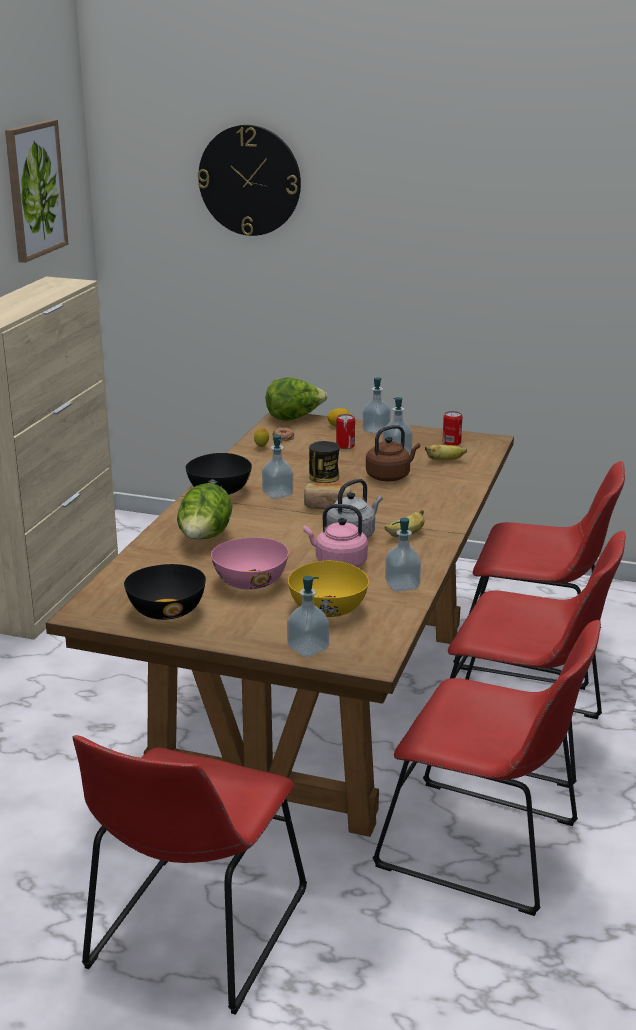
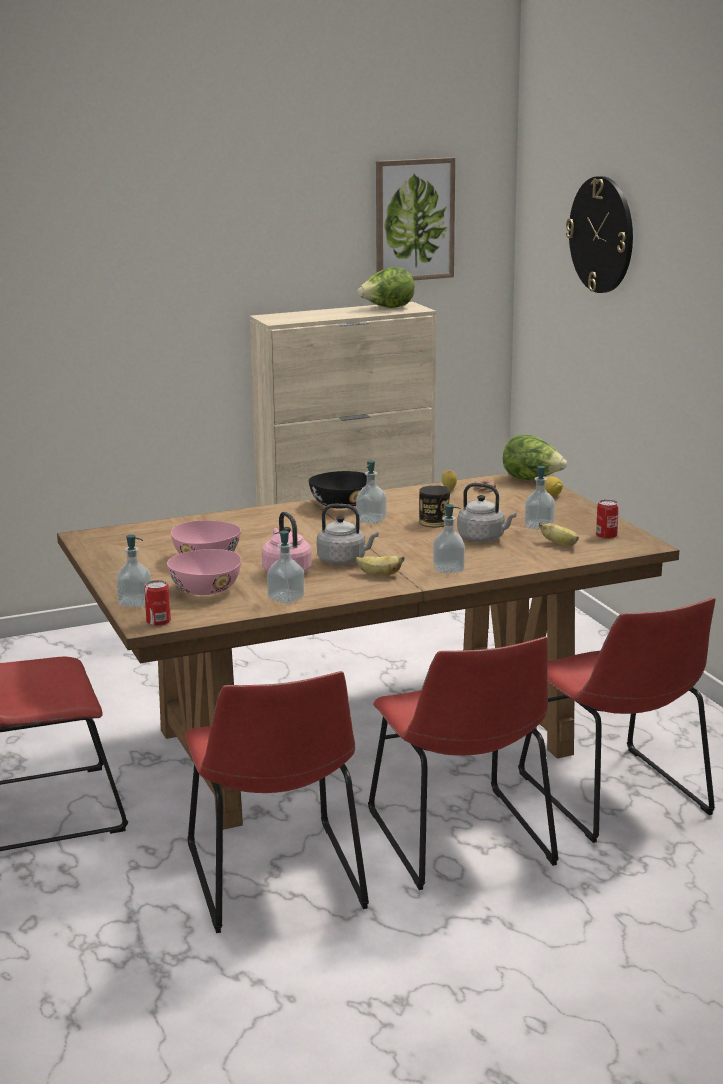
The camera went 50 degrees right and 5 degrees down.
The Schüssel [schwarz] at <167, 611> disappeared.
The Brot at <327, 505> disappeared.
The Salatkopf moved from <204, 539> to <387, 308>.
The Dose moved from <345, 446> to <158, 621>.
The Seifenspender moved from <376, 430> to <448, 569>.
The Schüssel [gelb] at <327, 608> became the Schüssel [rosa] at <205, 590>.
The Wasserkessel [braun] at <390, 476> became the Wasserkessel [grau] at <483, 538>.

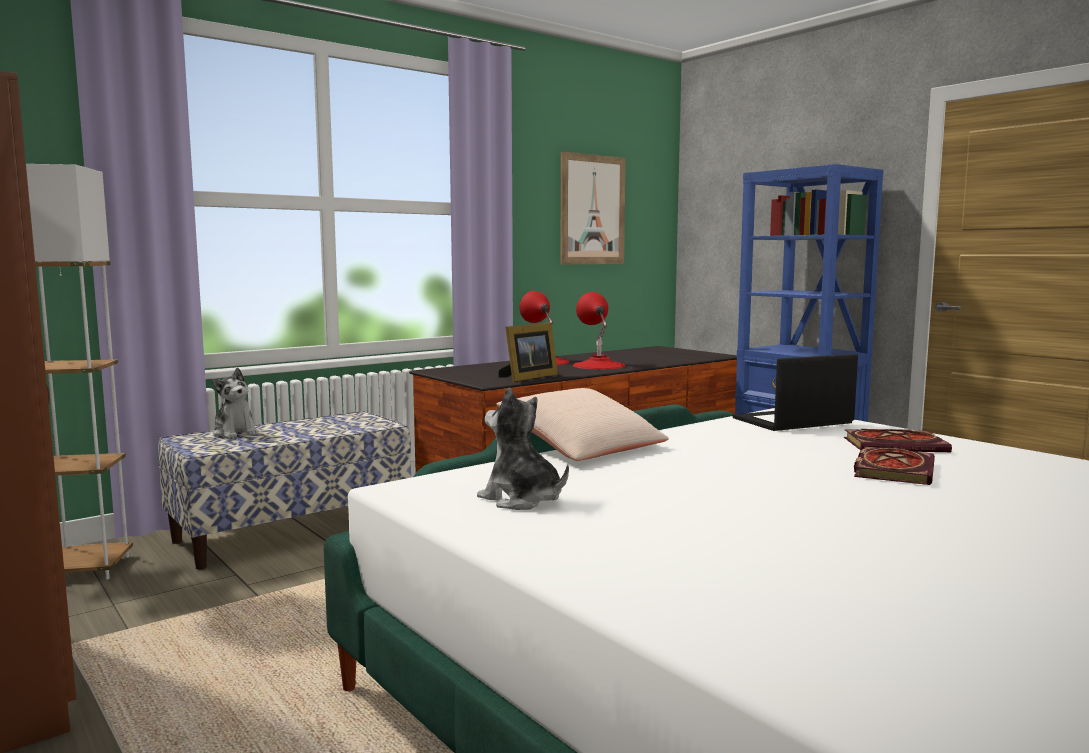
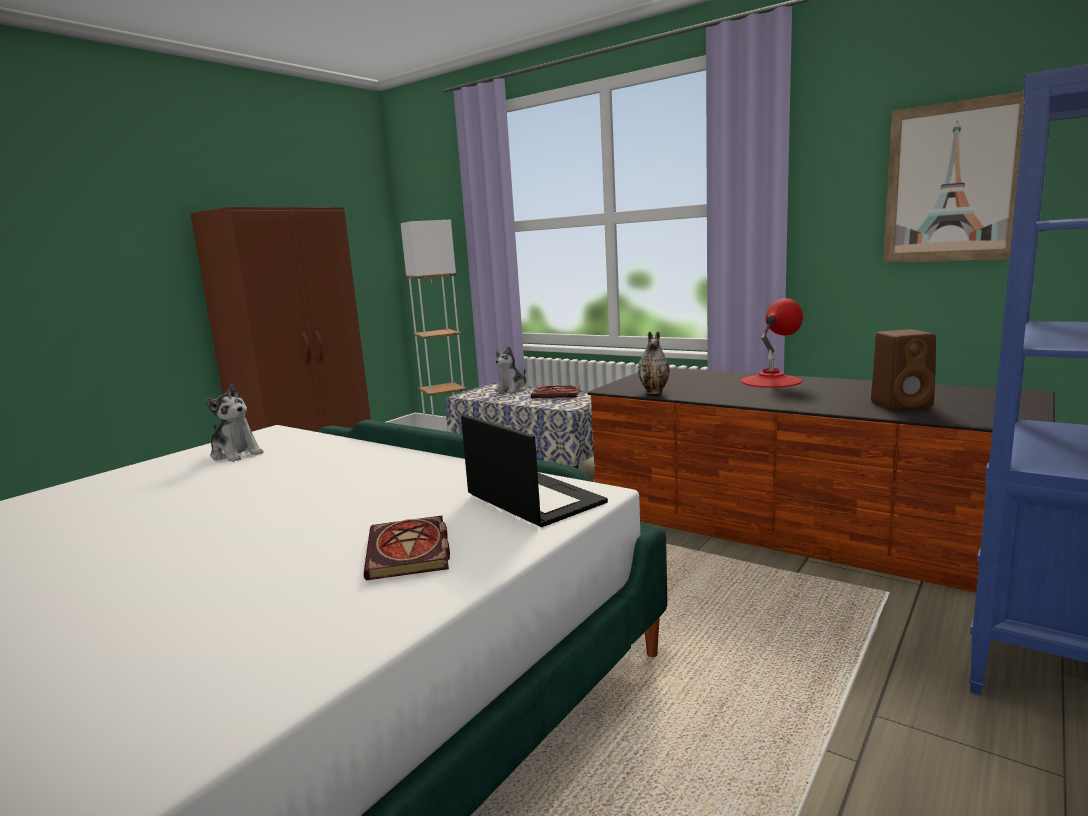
The camera went 75 degrees right and 5 degrees up.
The Kissen [beige] at <581, 447> disappeared.
The Tischlampe [rot] at <598, 365> disappeared.
The Lautsprecher [braun] at <902, 404> appeared.
The Buch moved from <892, 469> to <557, 394>.
The Bilderrahmen at <528, 377> was replaced by the Vase at <655, 392>.
The Plüschtier at <521, 500> turned 105 degrees clockwise.

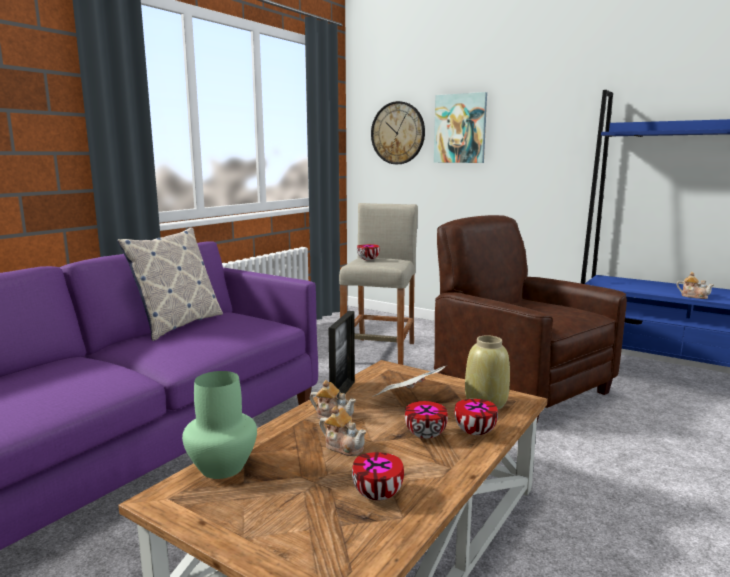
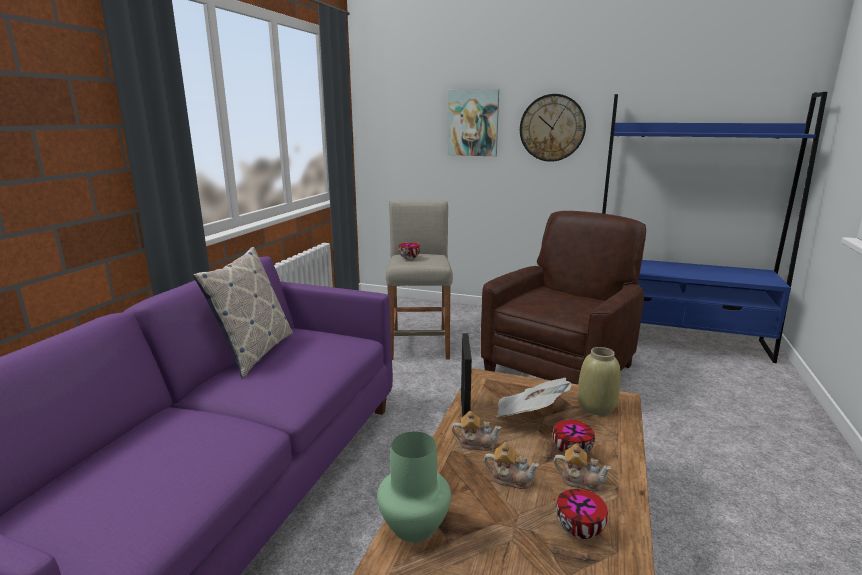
The camera went 15 degrees left and 5 degrees up.
The Schüssel at <474, 432> disappeared.
The Wanduhr moved from <398, 133> to <552, 128>.
The Teekanne moved from <693, 296> to <580, 480>.
The Sessel [braun] at <519, 388> turned 90 degrees clockwise.

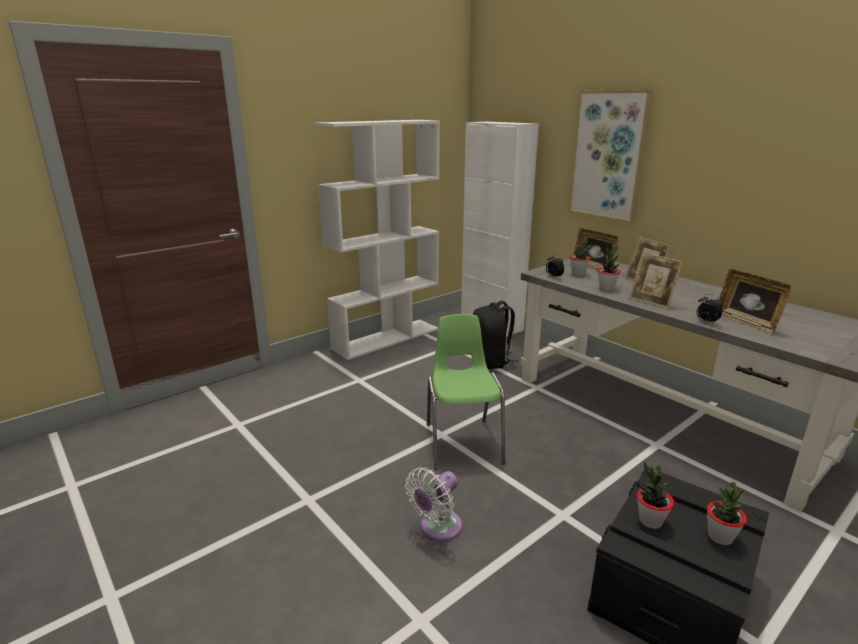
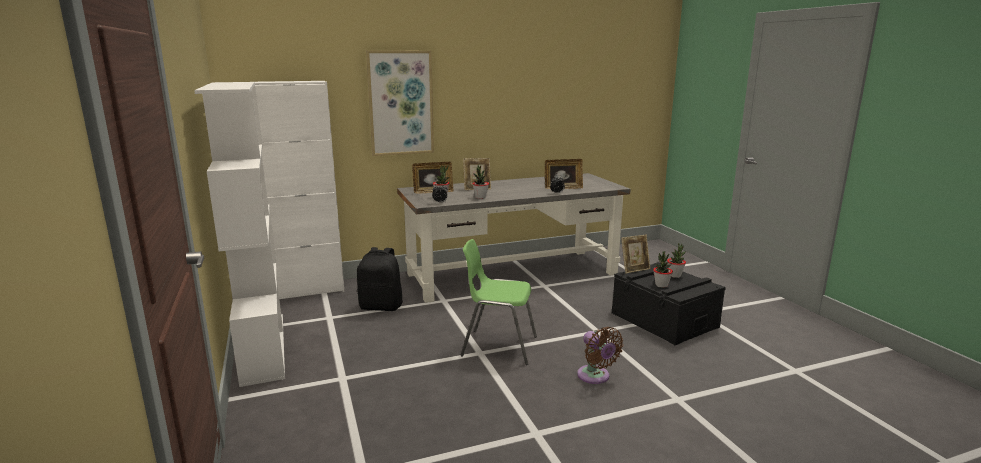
The camera went 70 degrees left and 5 degrees down.
The Bilderrahmen moved from <651, 301> to <634, 269>.
The Ventilator [weiß] at <437, 528> became the Ventilator [braun] at <595, 377>.

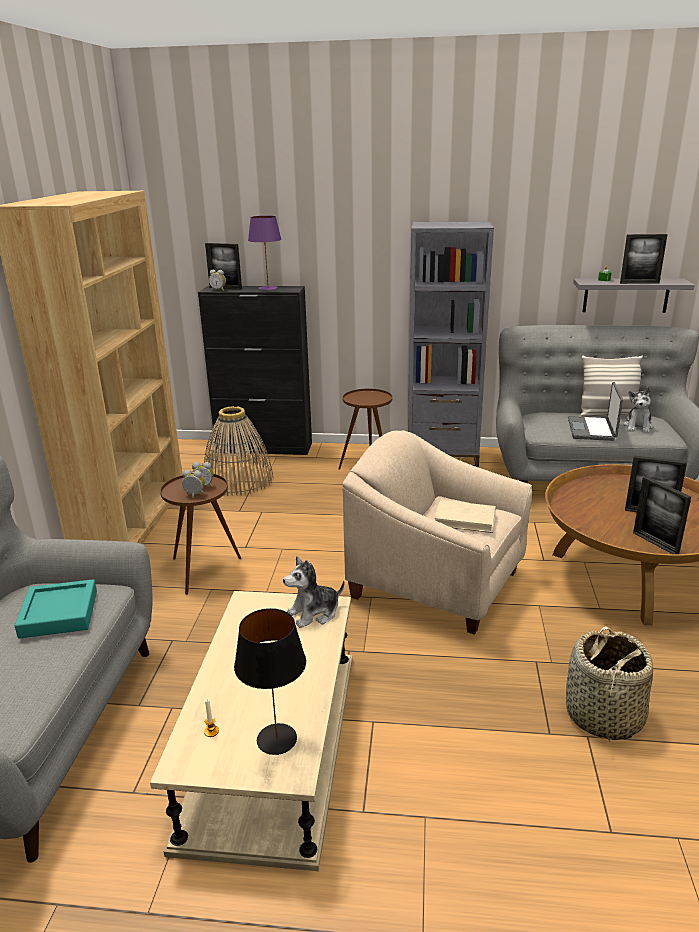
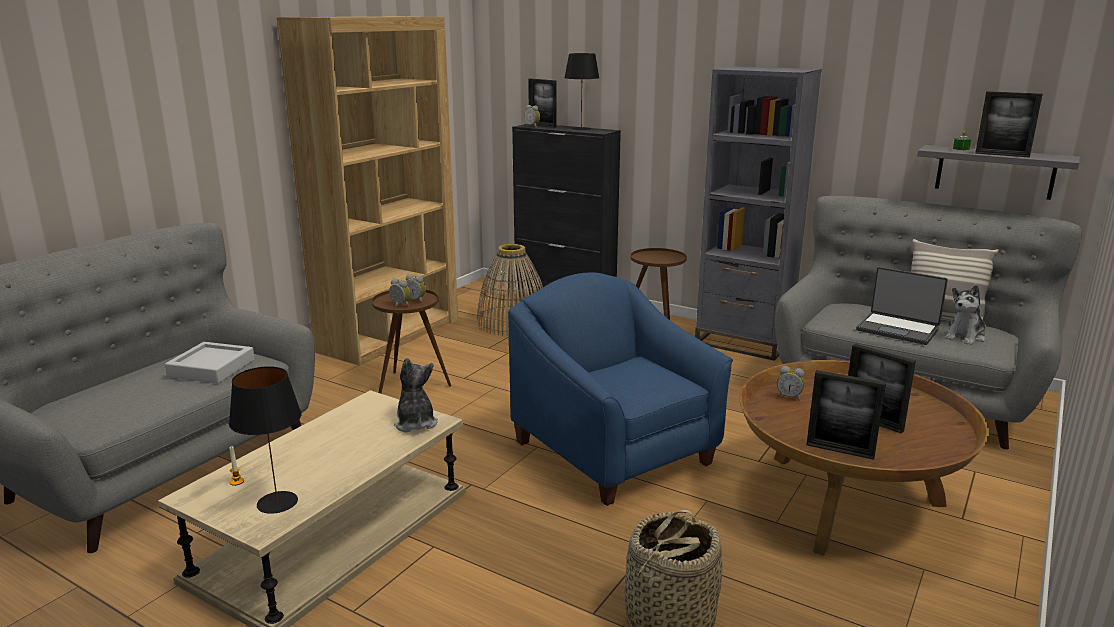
The camera went 25 degrees right and 5 degrees down.
The Buch [beige] at <465, 519> disappeared.
The Wecker at <789, 397> appeared.
The Tablett [türkis] at <59, 614> became the Tablett [grau] at <212, 368>.
The Tischlampe [lila] at <268, 288> became the Tischlampe [schwarz] at <581, 129>.
The Sessel [beige] at <436, 584> became the Sessel [blau] at <615, 452>.
The Plüschtier at <314, 613> turned 75 degrees clockwise.
The Laptop at <592, 430> turned 90 degrees counterclockwise.
The Bilderrahmen at <655, 543> turned 60 degrees counterclockwise.

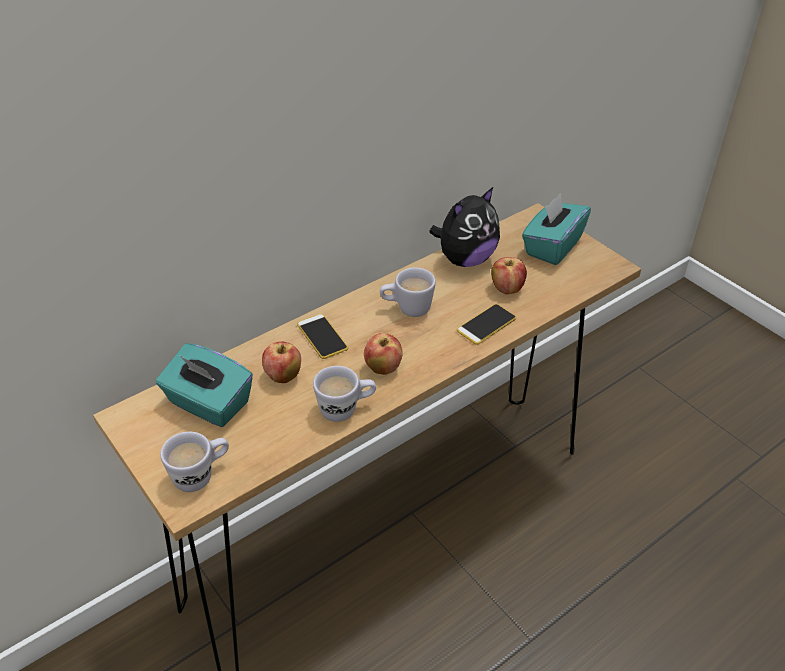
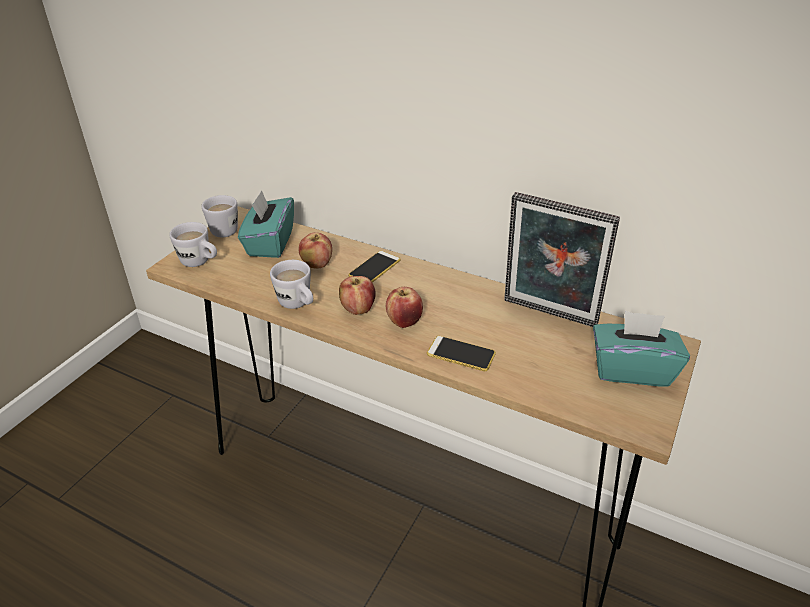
The camera went 65 degrees right and 5 degrees down.
The Henkelbecher [weiß] moved from <407, 309> to <222, 229>.
The Apfel moved from <507, 289> to <404, 322>.
The Plüschtier at <465, 259> was replaced by the Bilderrahmen at <548, 315>.

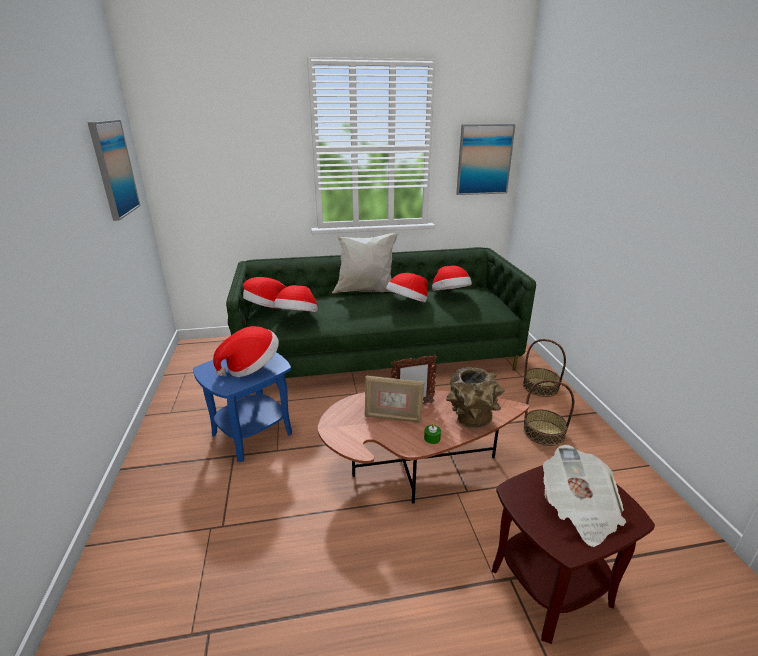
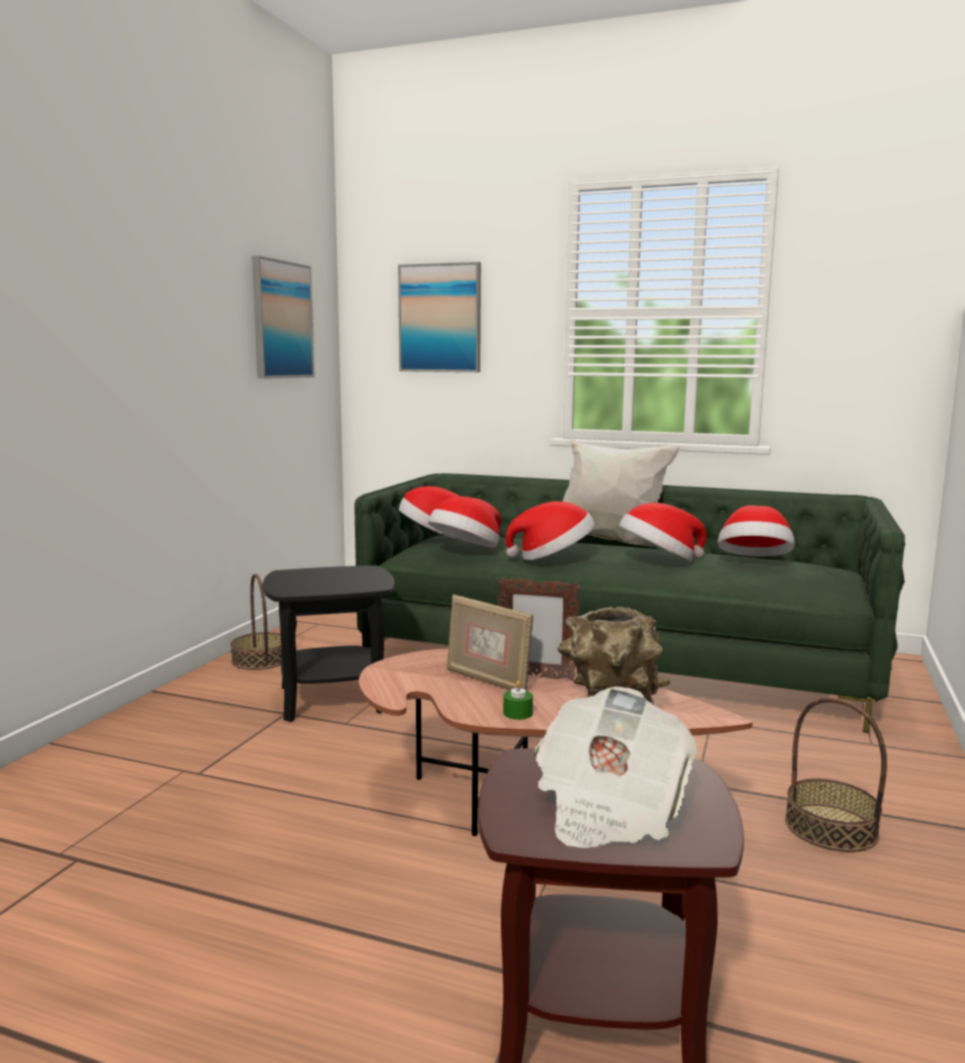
The camera went 30 degrees right and 15 degrees down.
The Hut moved from <251, 367> to <552, 558>.
The Bild moved from <484, 159> to <440, 318>.
The Korb moved from <540, 387> to <261, 660>.
The Beistelltisch [blau] at <252, 433> became the Beistelltisch [schwarz] at <332, 698>.

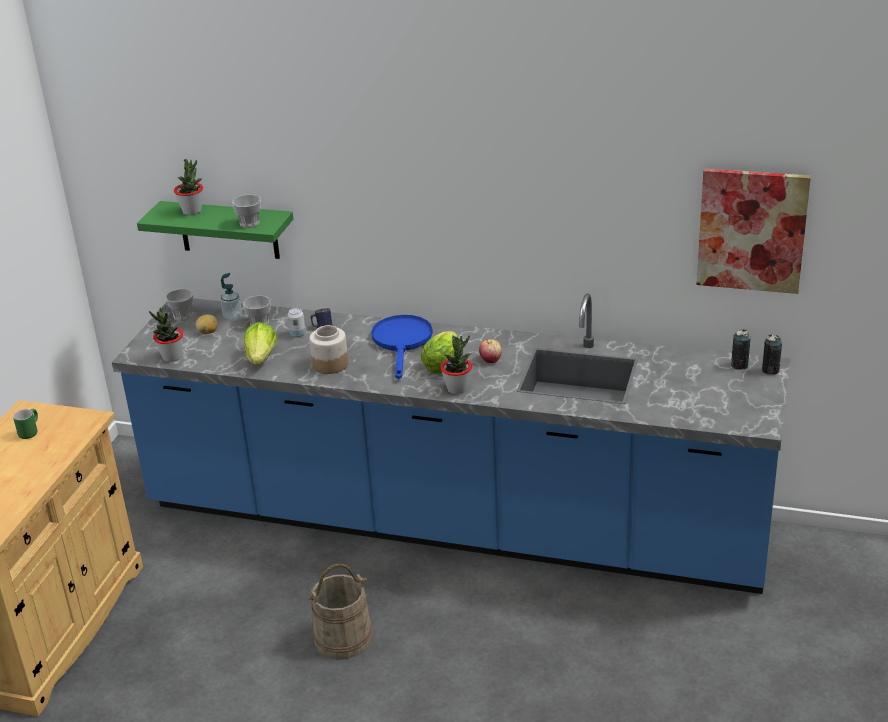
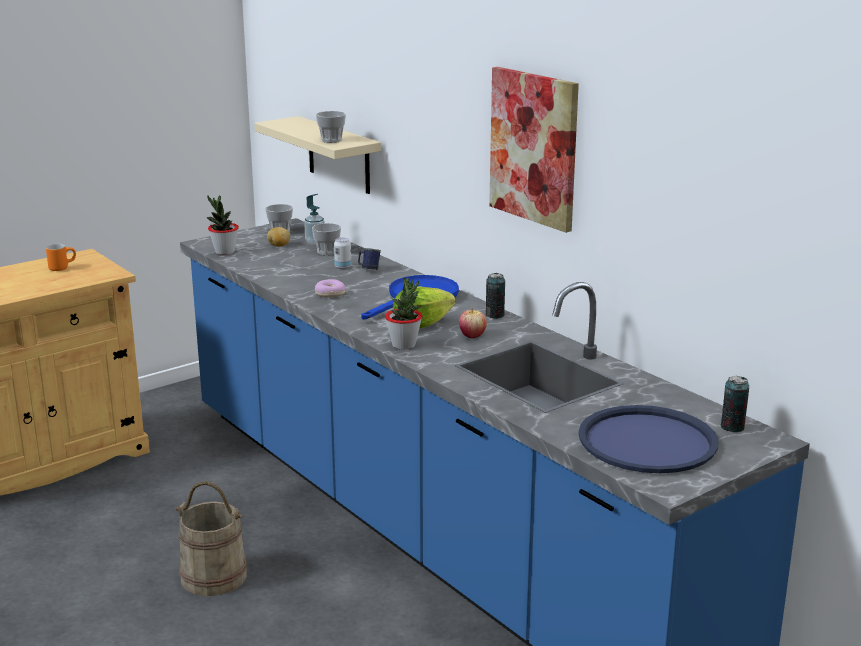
The camera went 35 degrees right and 10 degrees down.
The Topfpflanze at <192, 211> disappeared.
The Salatkopf at <261, 358> disappeared.
The Tablett [blau] at <647, 441> appeared.
The Bild moved from <752, 230> to <534, 147>.
The Dose moved from <770, 370> to <495, 315>.
The Vorratsglas at <330, 365> was replaced by the Donut at <329, 294>.
The Henkelbecher [grün] at <29, 431> became the Henkelbecher [orange] at <62, 267>.
The Wandregal [grün] at <228, 230> became the Wandregal [beige] at <339, 155>.

